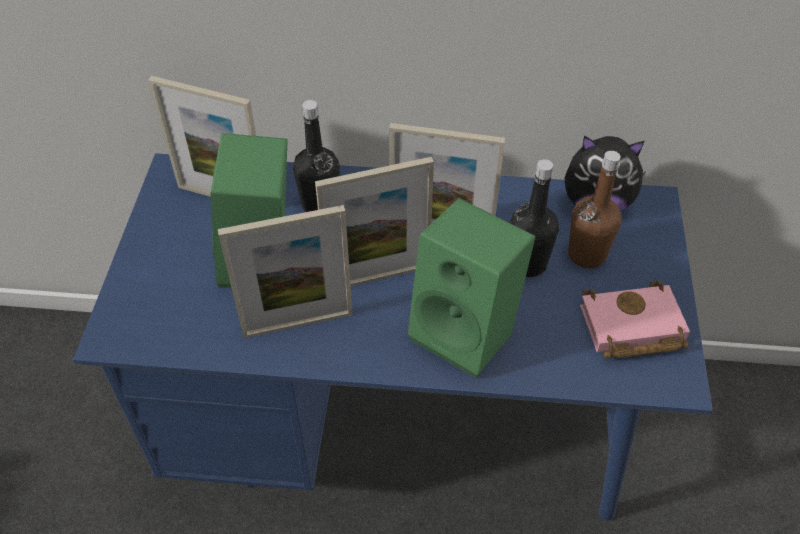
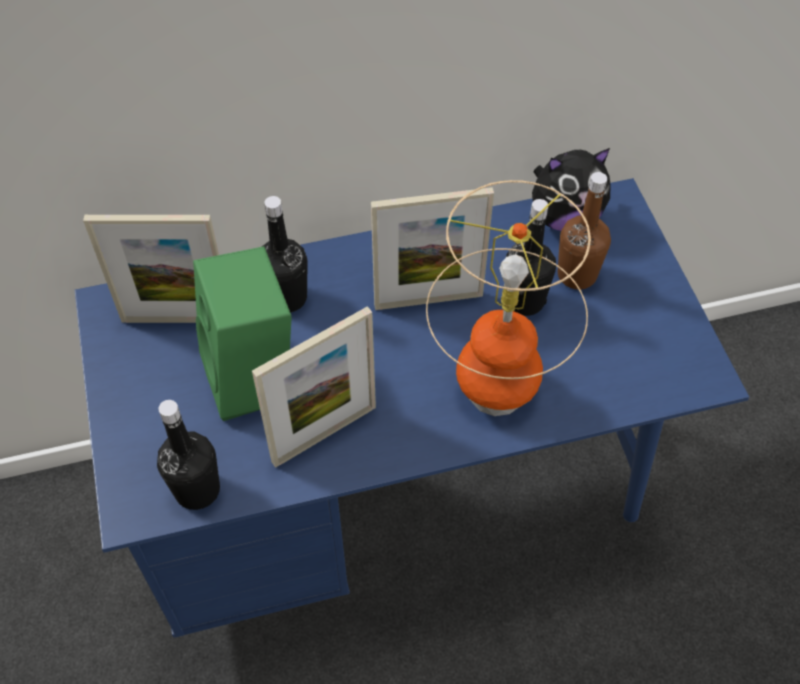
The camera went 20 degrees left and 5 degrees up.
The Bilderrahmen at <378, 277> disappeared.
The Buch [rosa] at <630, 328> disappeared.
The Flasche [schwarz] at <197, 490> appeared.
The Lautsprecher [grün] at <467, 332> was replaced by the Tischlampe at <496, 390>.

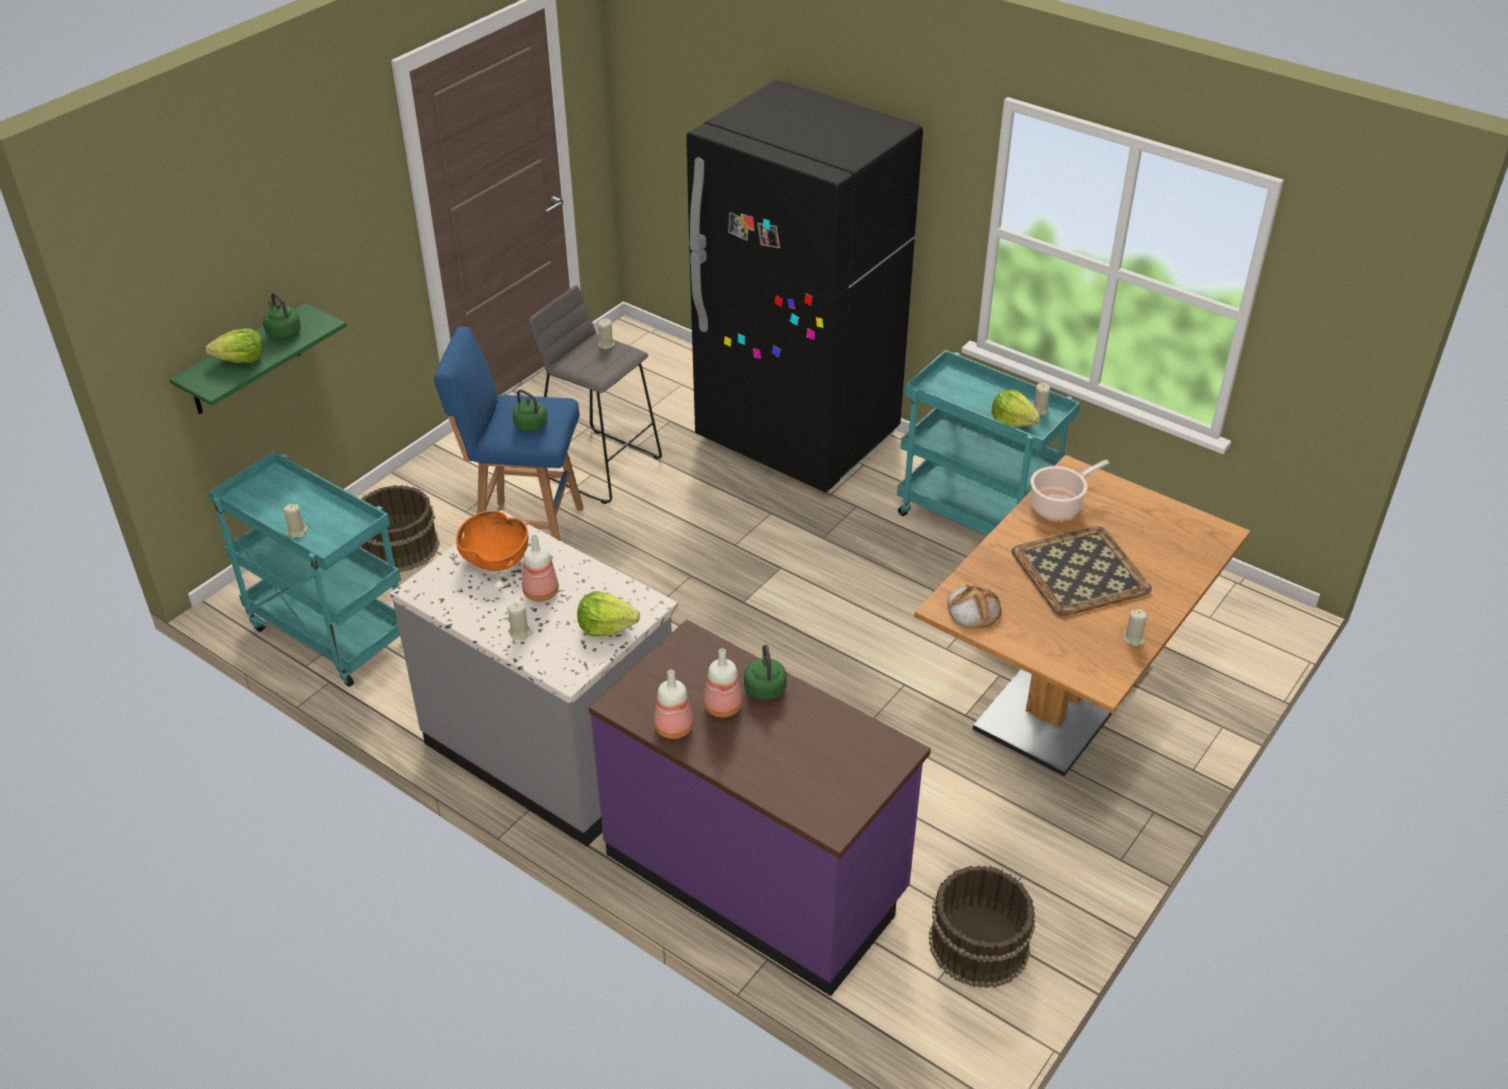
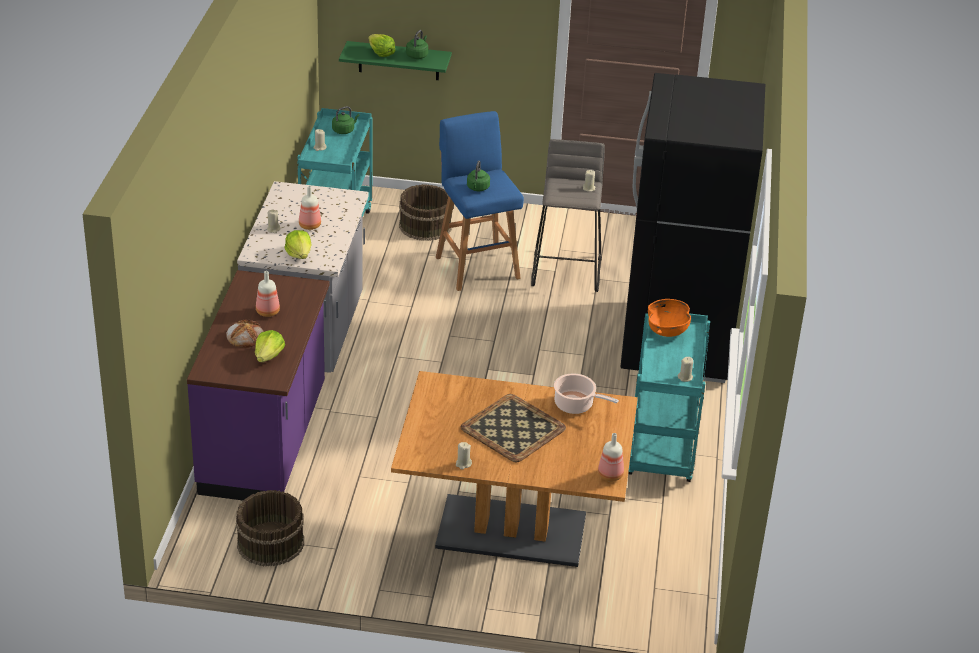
The camera went 60 degrees right and 5 degrees down.
The Schüssel [orange] moved from <496, 558> to <667, 330>.
The Flasche moved from <673, 727> to <610, 474>.
The Wasserkessel [grün] moved from <765, 687> to <344, 130>.
The Brot moved from <973, 610> to <245, 336>.
The Salatkopf moved from <1013, 421> to <269, 356>.

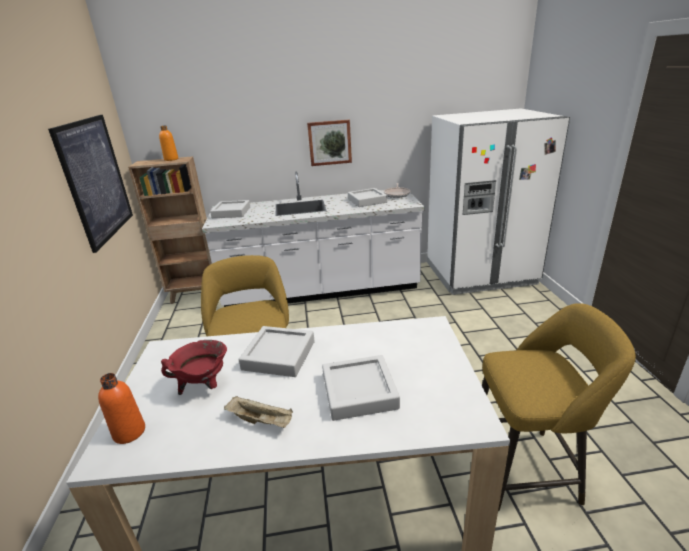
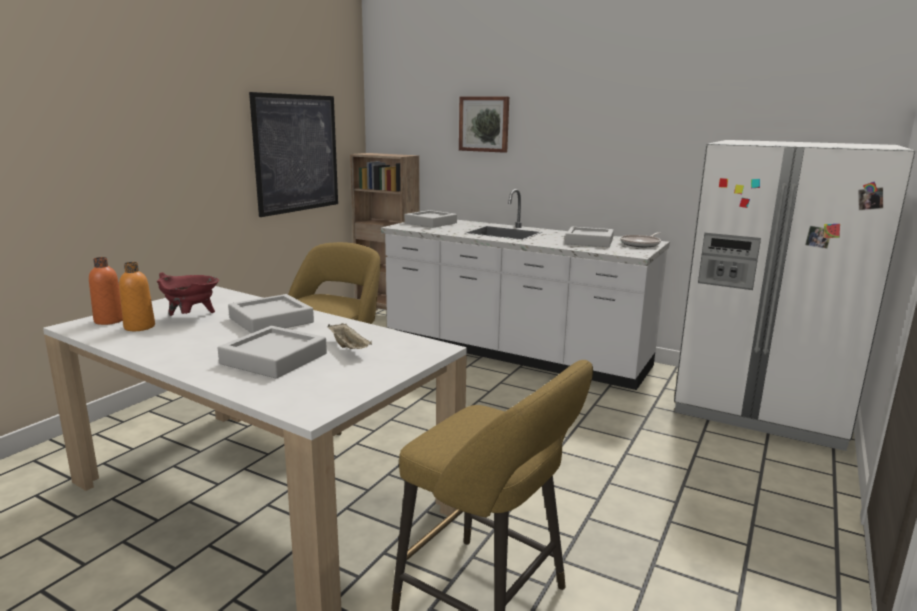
The camera went 35 degrees right and 10 degrees down.
The Flasche [orange] moved from <171, 159> to <139, 327>.
The Tablett [beige] moved from <261, 420> to <349, 348>.
The Bild moved from <329, 142> to <484, 124>.

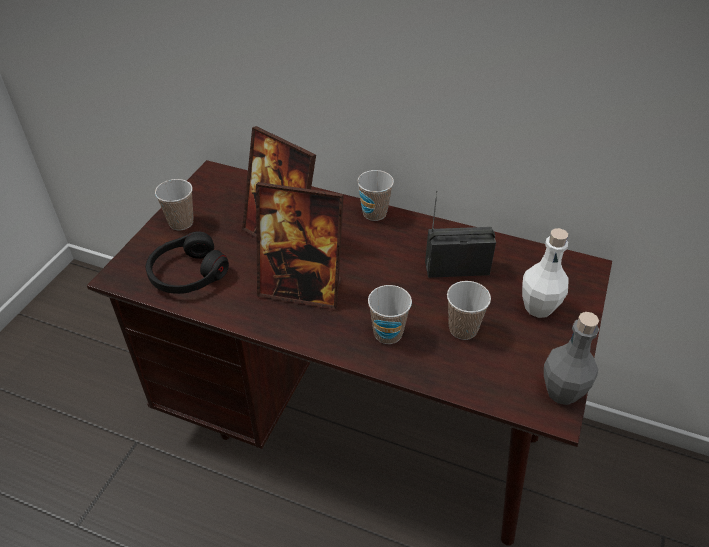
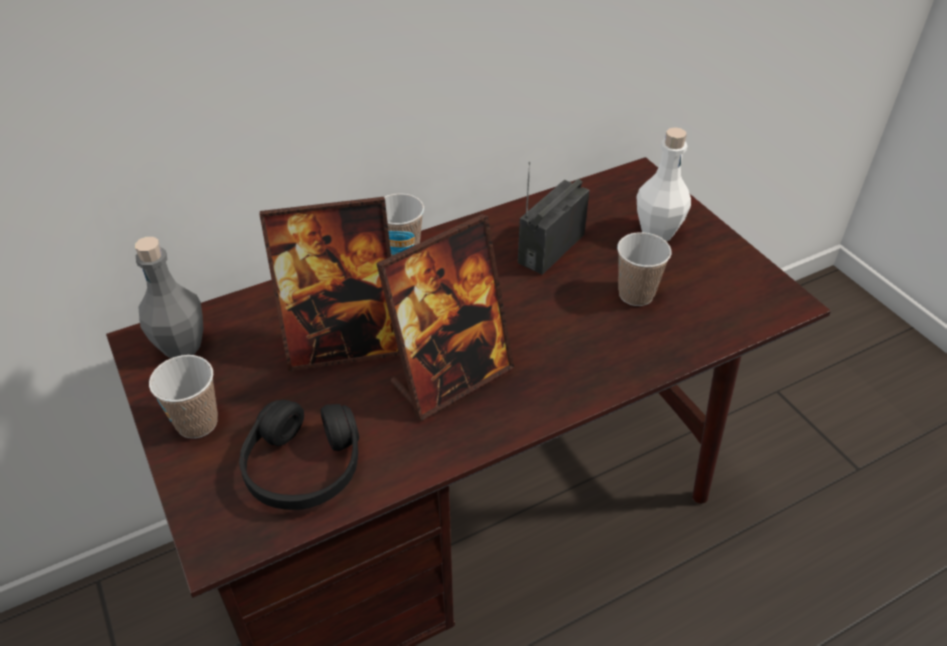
The camera went 50 degrees left and 0 degrees up.
The Tasse at <388, 333> disappeared.
The Flasche [grau] moved from <562, 392> to <182, 346>.

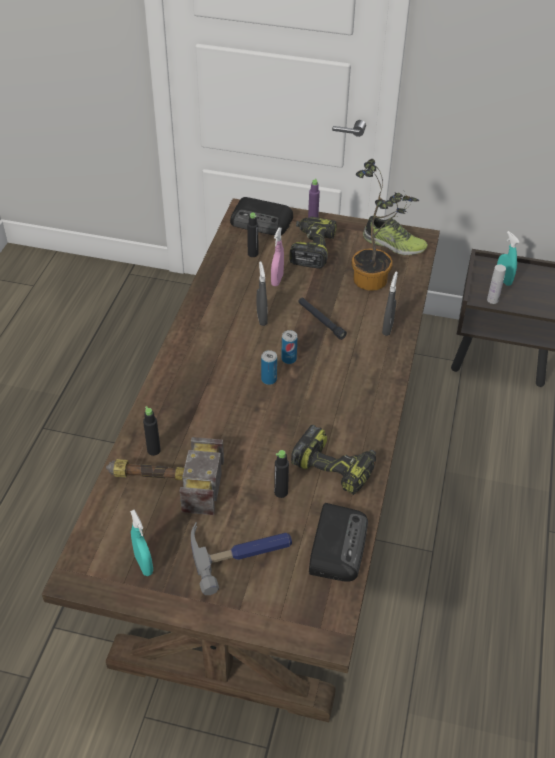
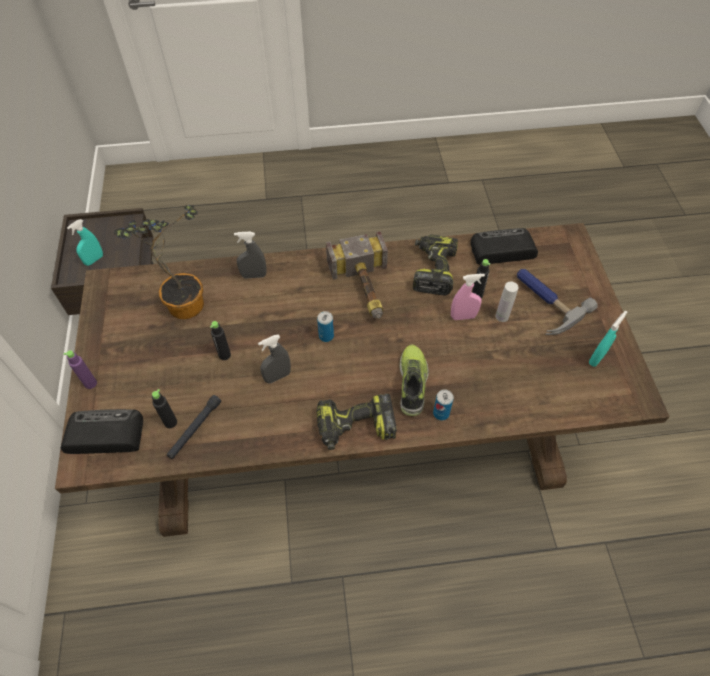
The camera went 110 degrees left and 10 degrees up.
The Hammer moved from <163, 482> to <365, 289>.
The Flasche [schwarz] moved from <154, 450> to <224, 355>.
The Dose moved from <269, 379> to <441, 413>.
The Sprühflasche [rosa] moved from <277, 280> to <463, 316>.
The Bohrmaschine moved from <311, 248> to <355, 428>.
The Taschenlampe [schwarz] moved from <321, 321> to <195, 429>.
The Schuh moved from <393, 245> to <413, 383>.
The Flasche [weiß] moved from <492, 300> to <502, 316>.
The Radio at <262, 222> turned 90 degrees counterclockwise.

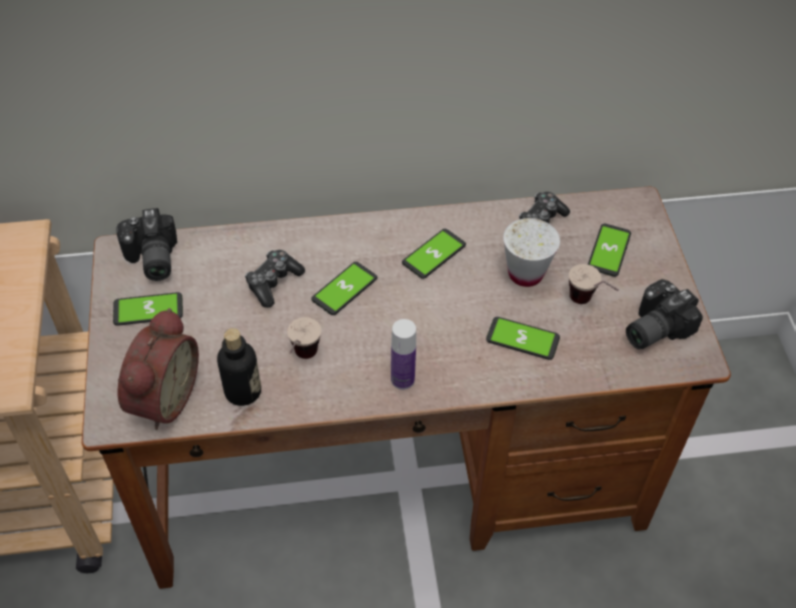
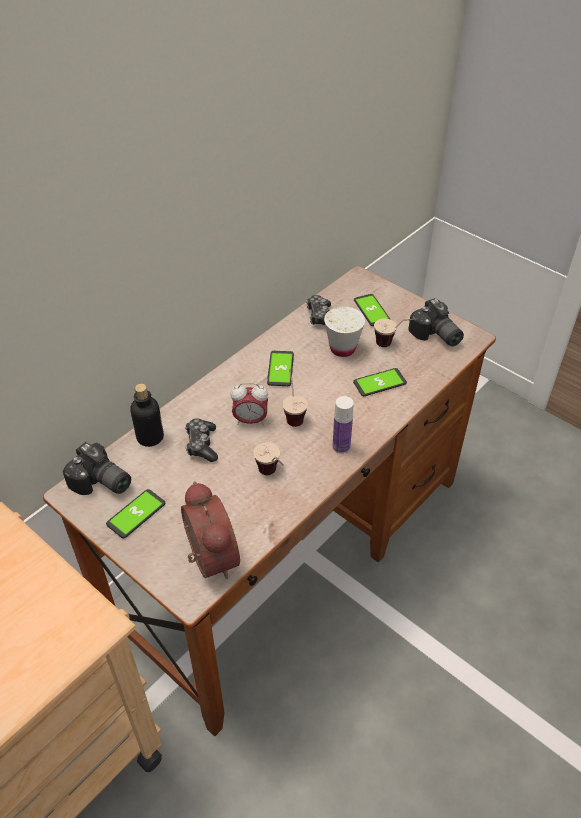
The camera went 40 degrees left and 5 degrees down.
The Tasse at <293, 413> appeared.
The Flasche moved from <243, 391> to <150, 437>.
The Handy at <344, 289> was replaced by the Wecker at <250, 420>.
The Kamera at <652, 327> turned 45 degrees counterclockwise.

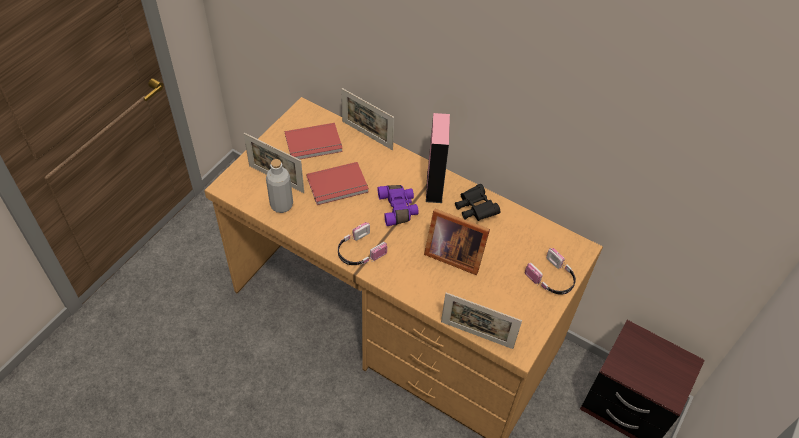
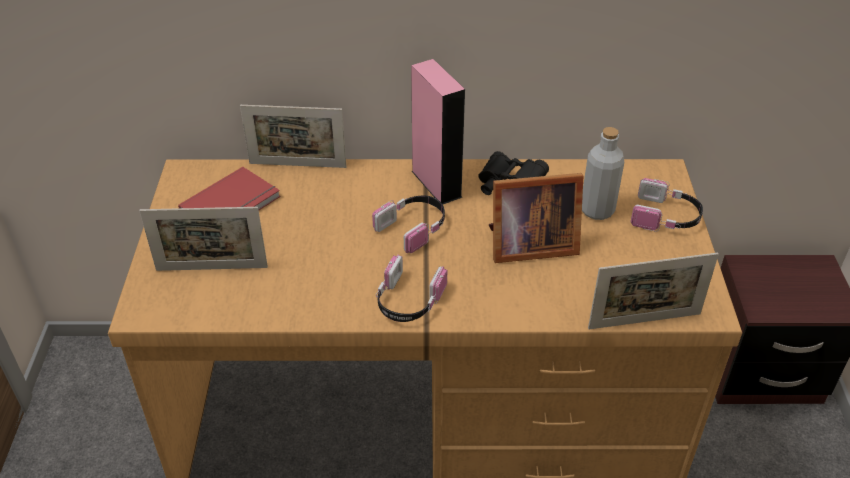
The camera went 30 degrees left and 10 degrees down.
The Buch [rot] at <338, 186> disappeared.
The Flasche [grau] moved from <281, 205> to <597, 210>.
The Fernglas [lila] at <398, 208> was replaced by the Kopfhörer at <414, 227>.

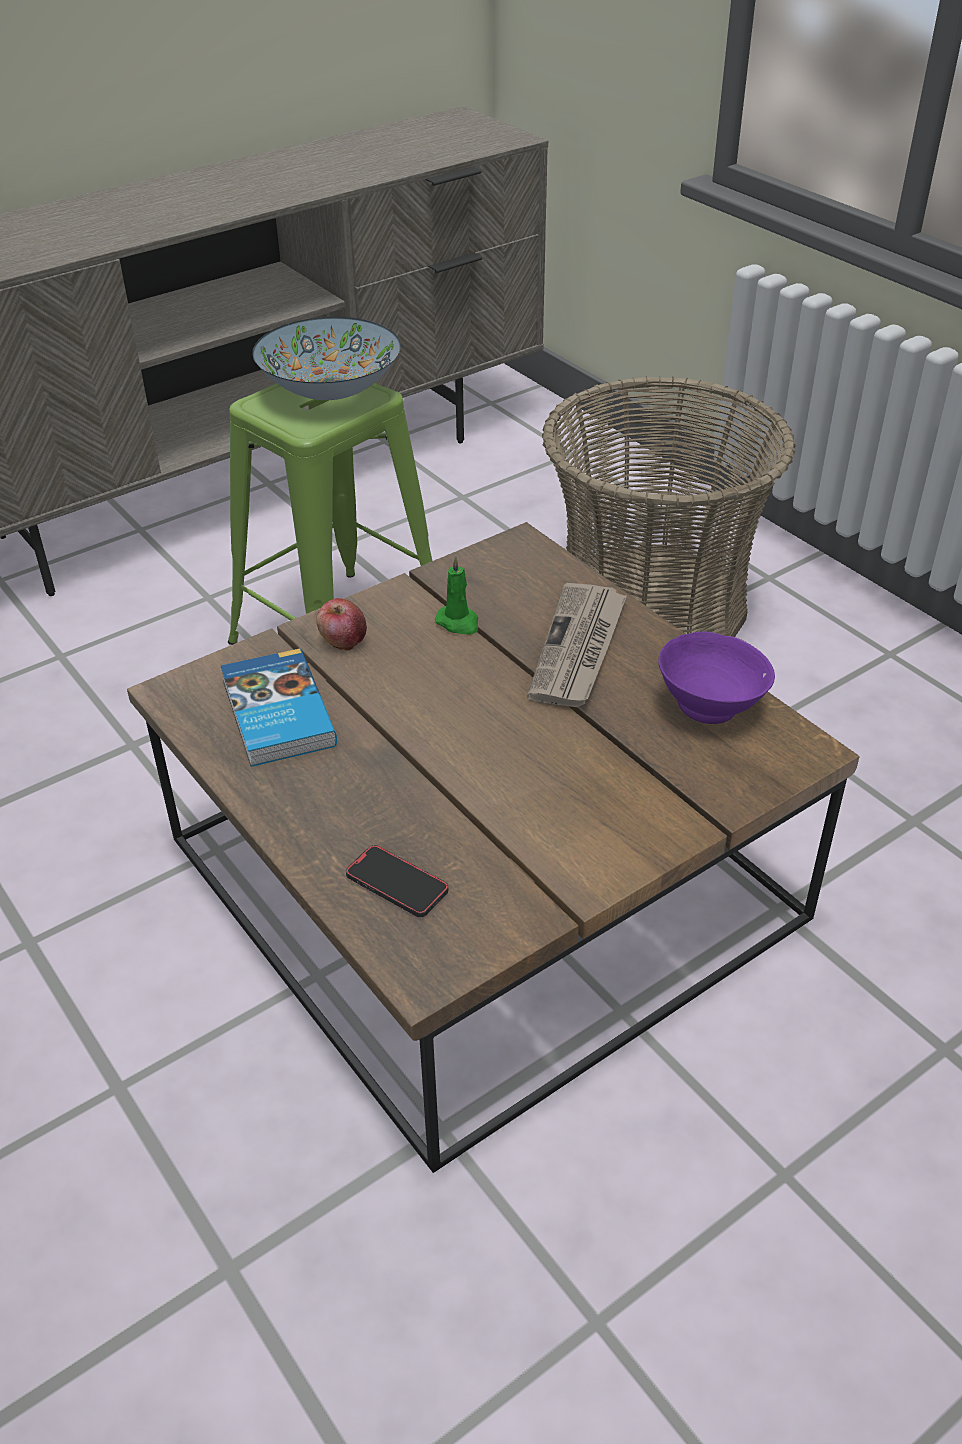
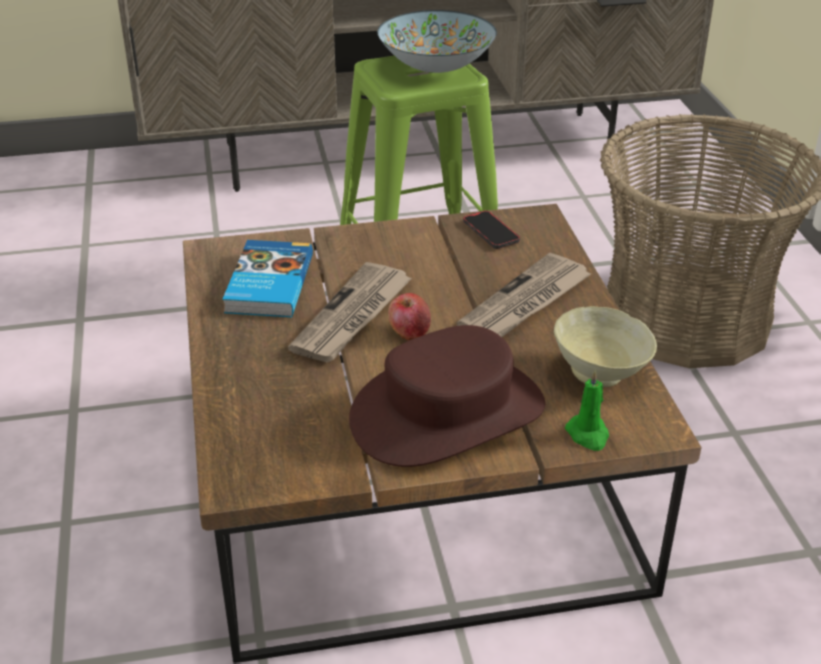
The camera went 25 degrees right and 5 degrees down.
The Zeitung at <352, 316> appeared.
The Hut [braun] at <447, 412> appeared.
The Apfel moved from <343, 640> to <409, 331>.
The Handy moved from <397, 884> to <491, 232>.
The Kerze [grün] moved from <458, 623> to <588, 435>.
The Schüssel [lila] at <711, 707> became the Schüssel [beige] at <601, 374>.

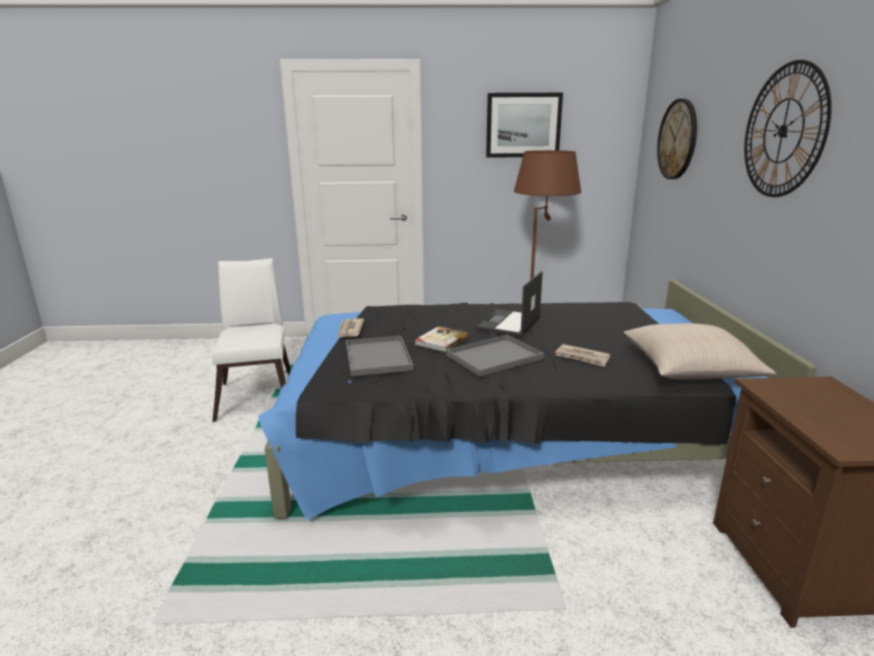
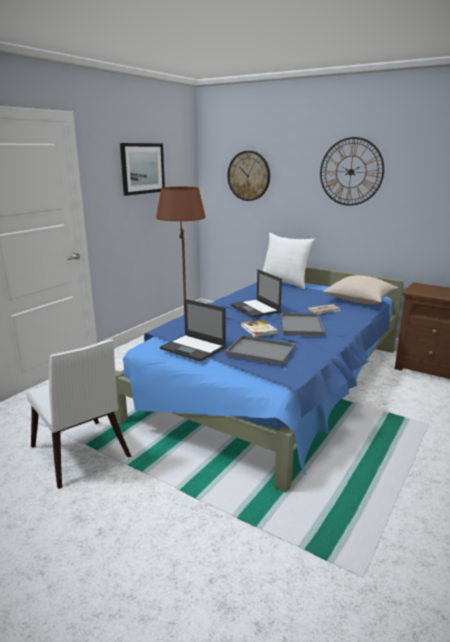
The camera went 55 degrees left and 0 degrees up.
The Kissen [weiß] at <285, 283> appeared.
The Zeitung at <350, 330> was replaced by the Laptop at <194, 348>.
The Bett [schwarz] at <504, 434> became the Bett [blau] at <273, 382>.
The Stuhl [weiß] at <258, 395> turned 150 degrees counterclockwise.

